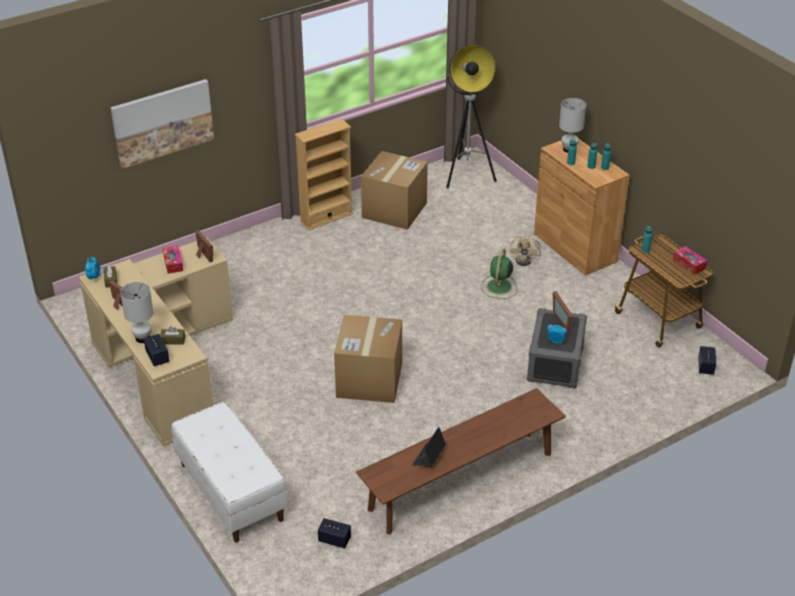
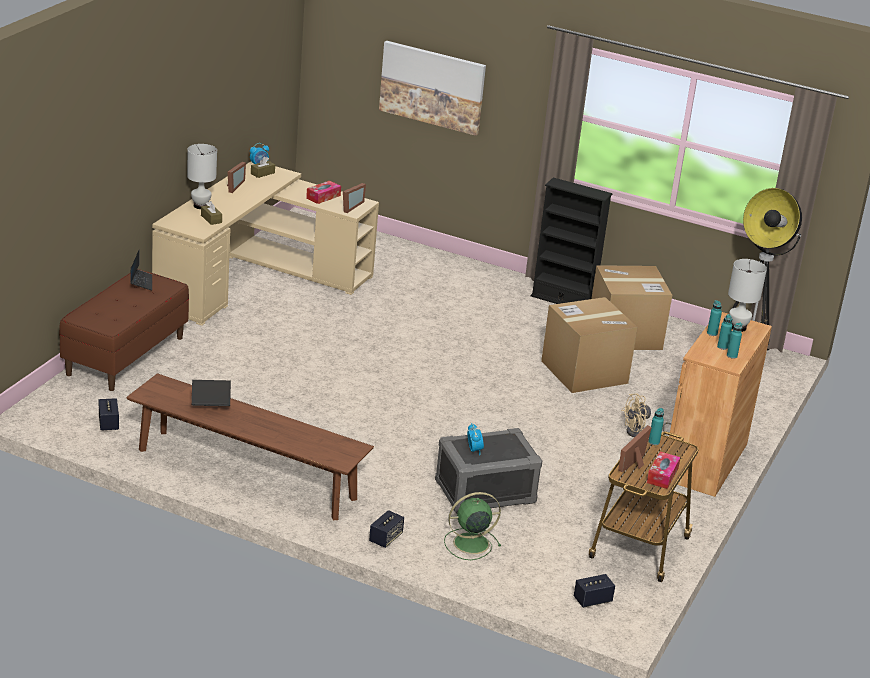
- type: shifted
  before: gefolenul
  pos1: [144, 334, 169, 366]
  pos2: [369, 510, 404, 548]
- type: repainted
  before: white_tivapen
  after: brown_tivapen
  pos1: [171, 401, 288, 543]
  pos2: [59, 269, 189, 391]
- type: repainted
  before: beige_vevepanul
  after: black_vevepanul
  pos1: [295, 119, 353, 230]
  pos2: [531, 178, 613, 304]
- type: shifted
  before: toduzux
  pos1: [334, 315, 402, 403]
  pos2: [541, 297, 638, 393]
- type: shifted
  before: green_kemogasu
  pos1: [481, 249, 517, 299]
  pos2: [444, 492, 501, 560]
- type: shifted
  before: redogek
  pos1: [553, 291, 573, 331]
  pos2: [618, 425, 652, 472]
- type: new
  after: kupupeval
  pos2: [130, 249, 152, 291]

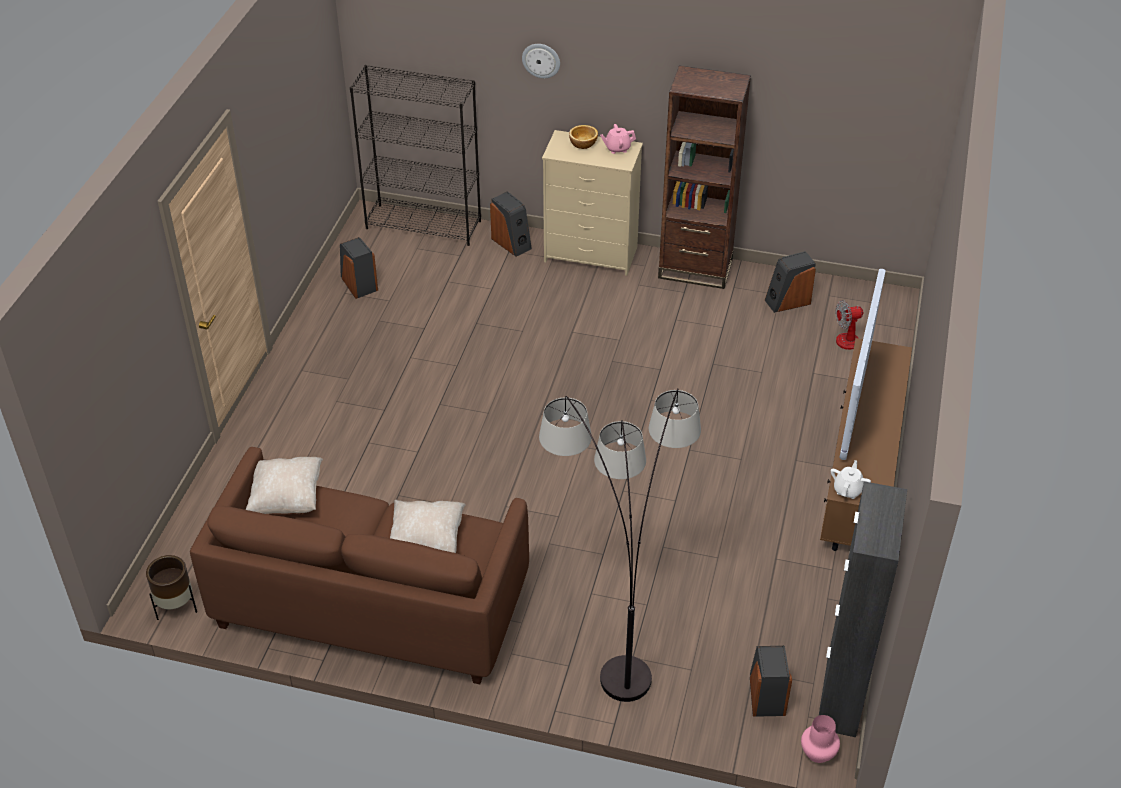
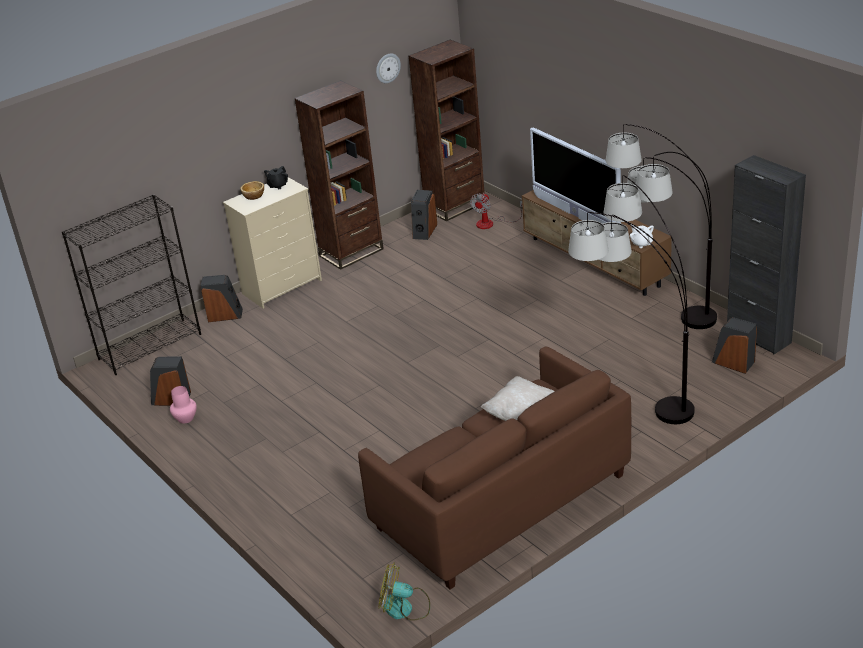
- type: swapped
  before: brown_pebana
  after: kemogasu
  pos1: [146, 555, 197, 620]
  pos2: [379, 563, 430, 621]
- type: gone
  before: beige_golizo
  pos1: [246, 457, 323, 514]
- type: shifted
  before: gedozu
  pos1: [522, 44, 560, 78]
  pos2: [376, 54, 401, 83]
- type: repainted
  before: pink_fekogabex
  after: black_fekogabex
  pos1: [600, 124, 636, 154]
  pos2: [264, 166, 288, 189]
- type: shifted
  before: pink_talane
  pos1: [801, 715, 840, 763]
  pos2: [170, 386, 197, 424]
- type: new
  after: brown_vevepanul
  pos2: [409, 40, 485, 221]
- type: new
  after: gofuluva
  pos2: [606, 124, 717, 329]

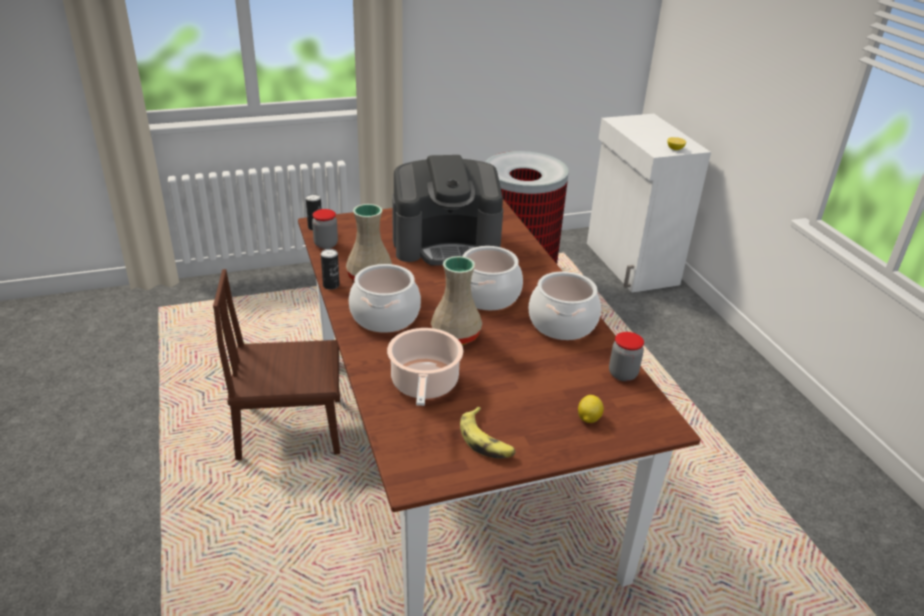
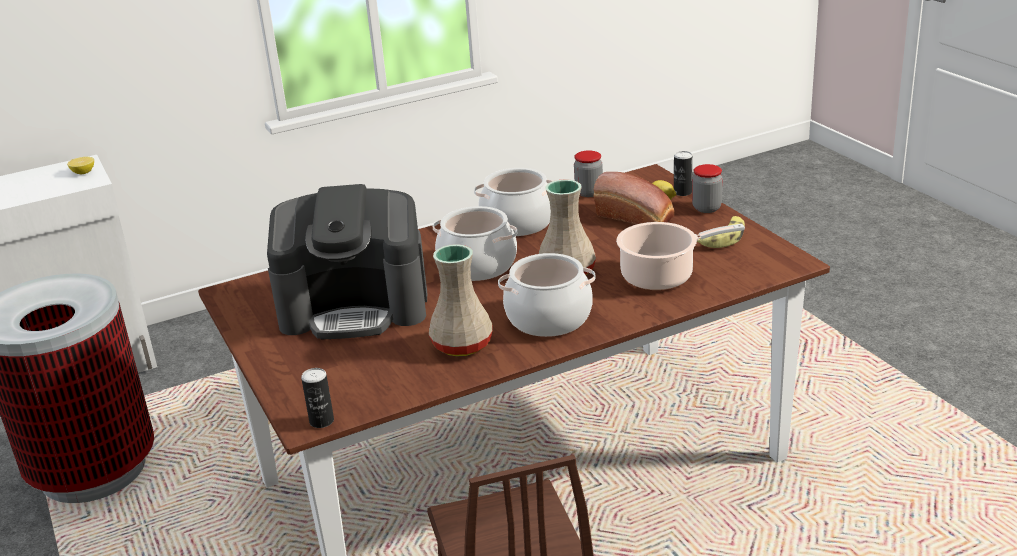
- type: shifted
  before: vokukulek
  pos1: [312, 209, 338, 249]
  pos2: [692, 164, 723, 213]
- type: shifted
  before: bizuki
  pos1: [321, 249, 340, 290]
  pos2: [674, 151, 692, 196]
- type: rotated
  before: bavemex
  pos1: [392, 155, 503, 266]
  pos2: [267, 184, 427, 340]
  turn: 105
- type: new
  after: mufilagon
  pos2: [593, 172, 675, 224]

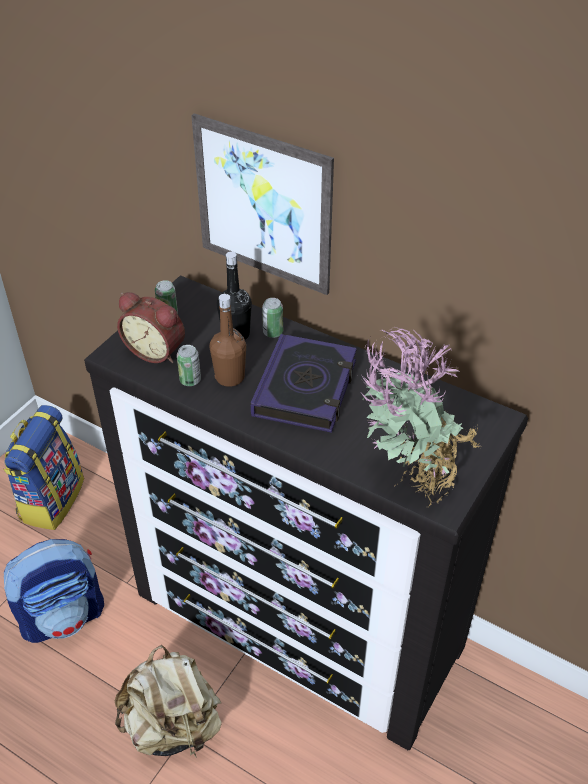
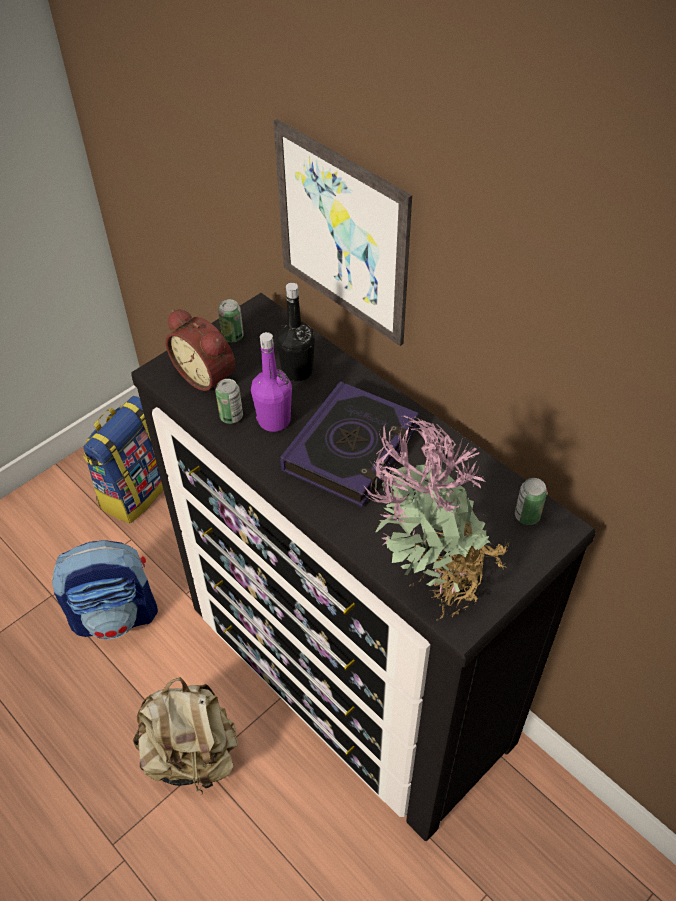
- type: repainted
  before: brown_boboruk
  after: purple_boboruk
  pos1: [210, 294, 246, 387]
  pos2: [251, 332, 292, 432]
- type: shifted
  before: bizuki
  pos1: [262, 298, 283, 338]
  pos2: [515, 478, 547, 525]

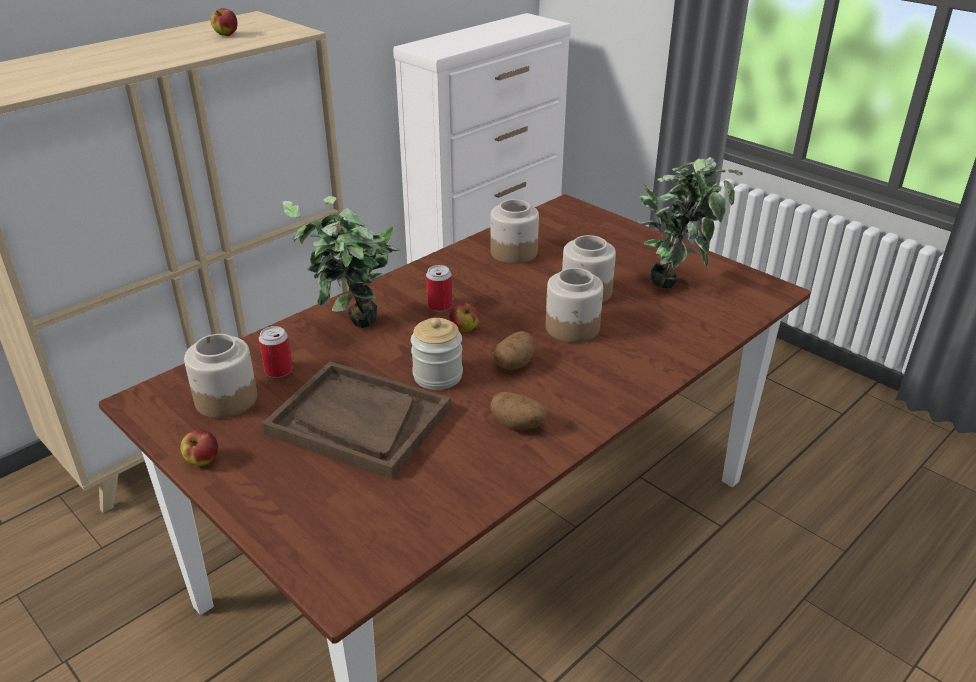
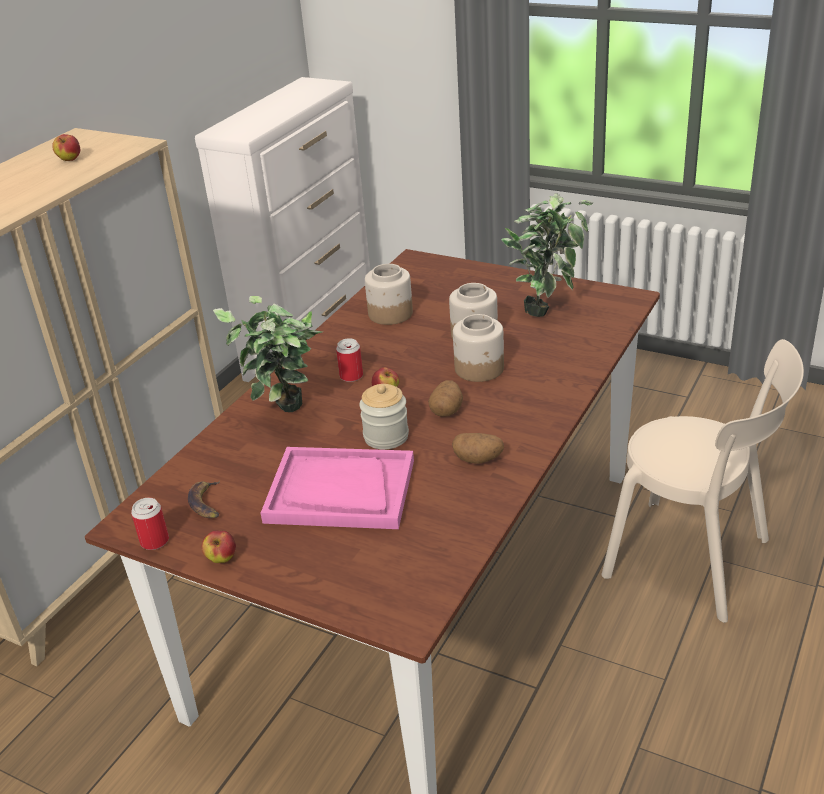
- type: swapped
  before: vokukulek
  after: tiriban
  pos1: [184, 334, 257, 418]
  pos2: [188, 481, 220, 518]
- type: shifted
  before: bizuki
  pos1: [259, 326, 293, 378]
  pos2: [131, 498, 169, 550]
- type: repainted
  before: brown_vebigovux
  after: pink_vebigovux
  pos1: [262, 361, 451, 479]
  pos2: [261, 447, 414, 529]
- type: new
  after: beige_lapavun
  pos2: [602, 339, 804, 623]

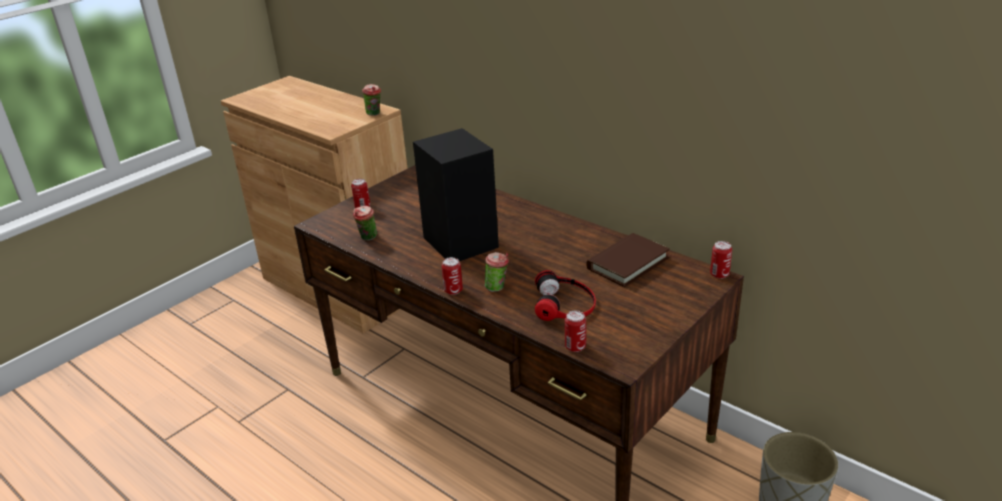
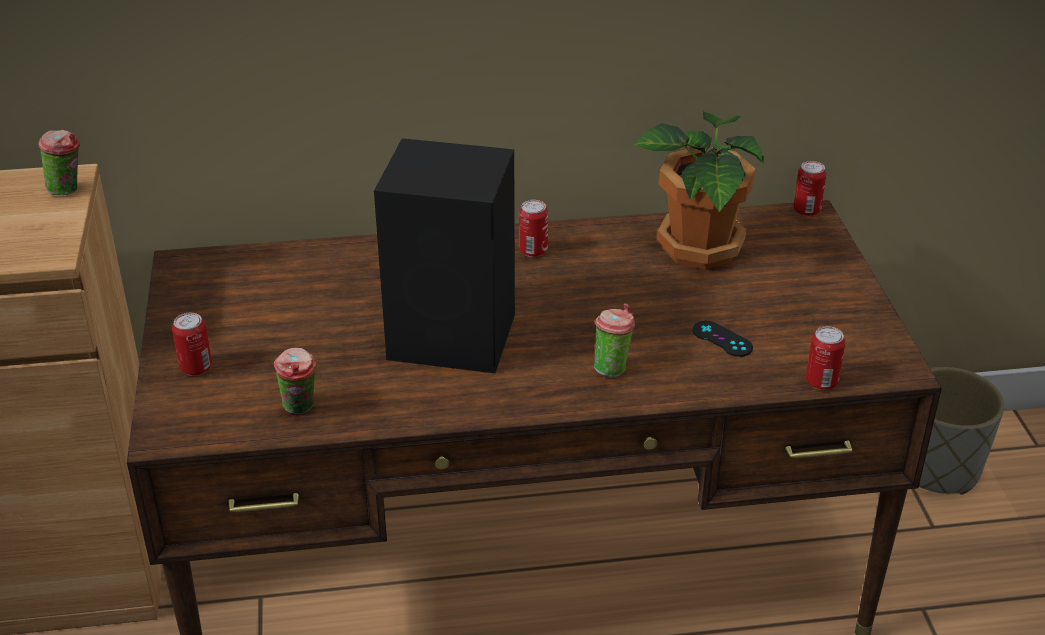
- type: shifted
  before: bizuki
  pos1: [442, 257, 463, 295]
  pos2: [519, 200, 548, 257]
- type: swapped
  before: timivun
  after: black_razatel
  pos1: [535, 270, 596, 321]
  pos2: [693, 321, 753, 357]
- type: swapped
  before: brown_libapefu
  after: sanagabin
  pos1: [586, 233, 670, 287]
  pos2: [634, 112, 764, 270]

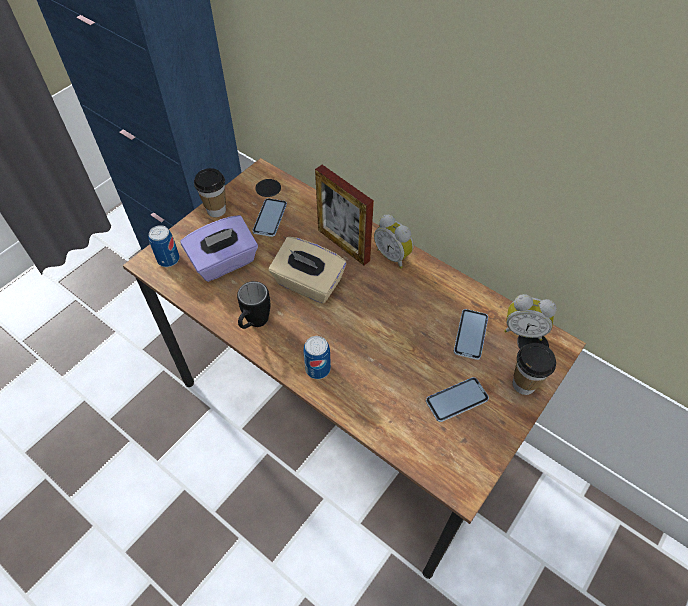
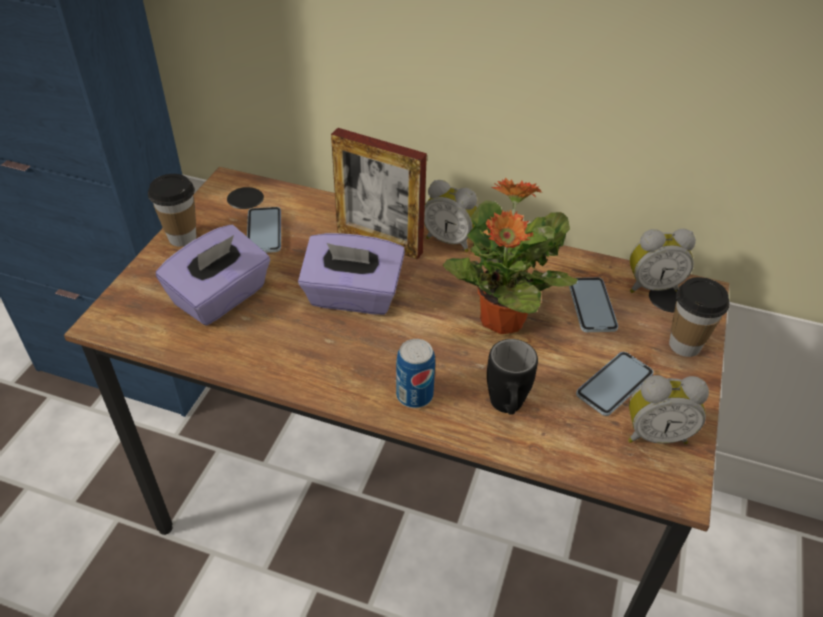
- type: gone
  before: bizuki
  pos1: [148, 225, 180, 267]
- type: shifted
  before: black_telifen
  pos1: [237, 281, 270, 329]
  pos2: [487, 339, 538, 415]
- type: repainted
  before: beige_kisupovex
  after: purple_kisupovex
  pos1: [269, 237, 346, 304]
  pos2: [298, 233, 405, 315]
- type: new
  after: sanagabin
  pos2: [443, 178, 578, 334]
- type: new
  after: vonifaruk
  pos2: [628, 375, 709, 444]

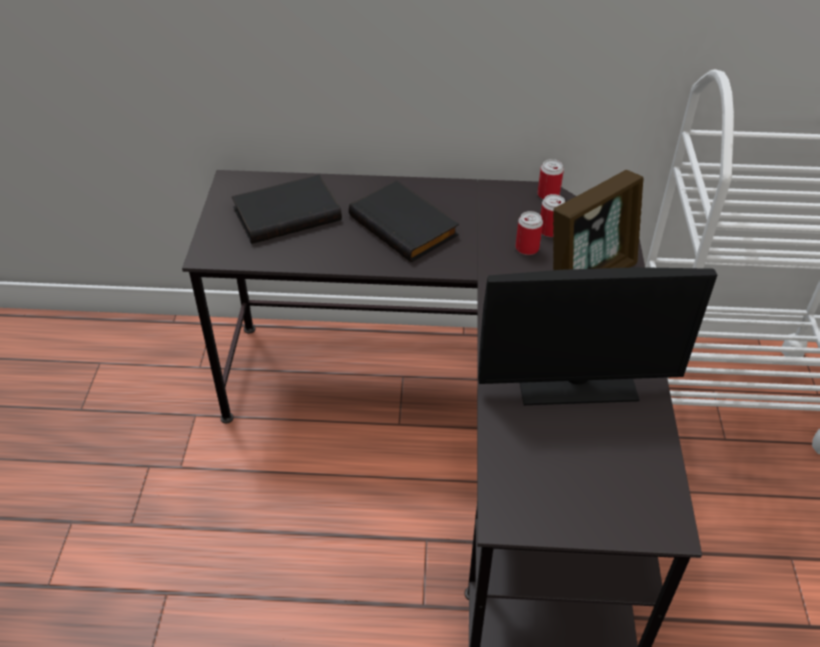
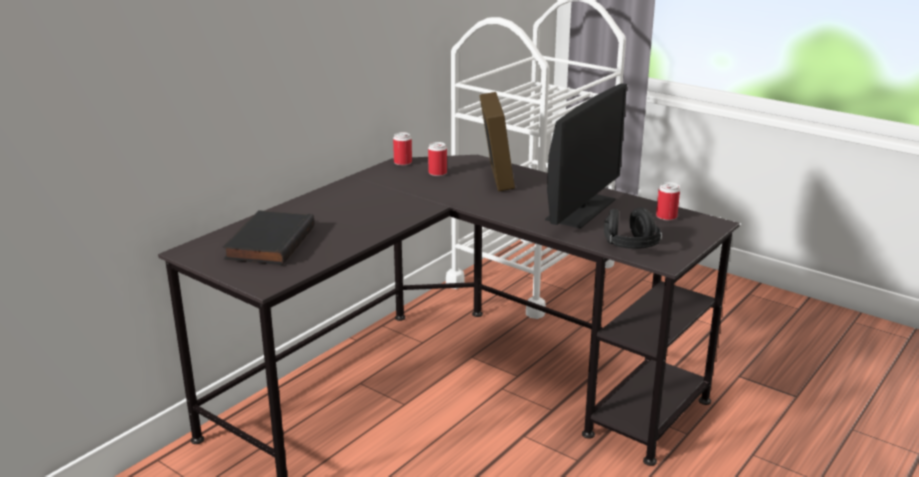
- type: gone
  before: black_libapefu
  pos1: [349, 180, 459, 263]
- type: shifted
  before: bizuki
  pos1: [516, 211, 543, 255]
  pos2: [656, 182, 680, 221]
- type: new
  after: black_timivun
  pos2: [604, 207, 662, 249]

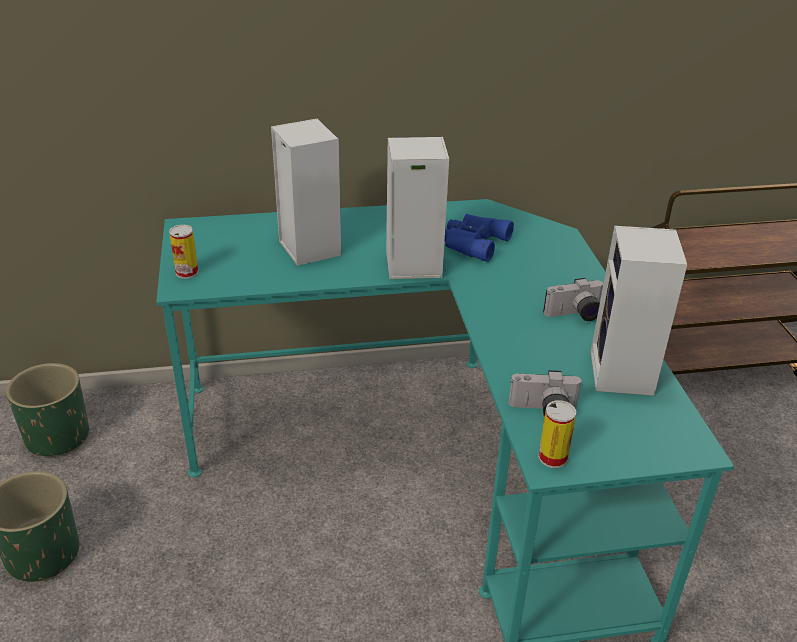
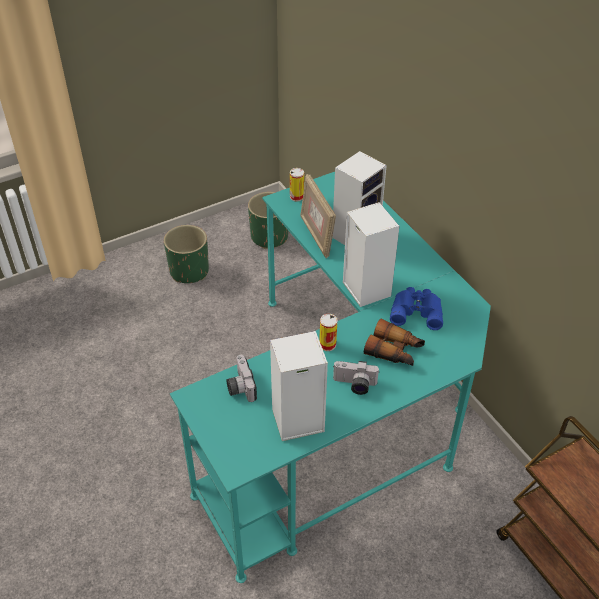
- type: shifted
  before: bizuki
  pos1: [538, 400, 577, 468]
  pos2: [319, 314, 337, 351]
- type: rotated
  before: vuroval
  pos1: [543, 278, 603, 321]
  pos2: [333, 361, 379, 395]
  turn: -45
- type: new
  after: redogek
  pos2: [300, 174, 336, 258]
- type: new
  after: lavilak
  pos2: [364, 319, 425, 366]

